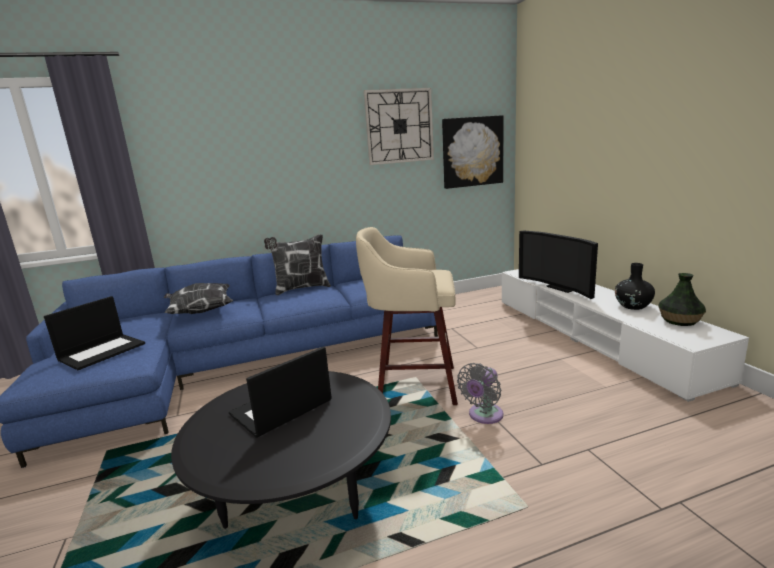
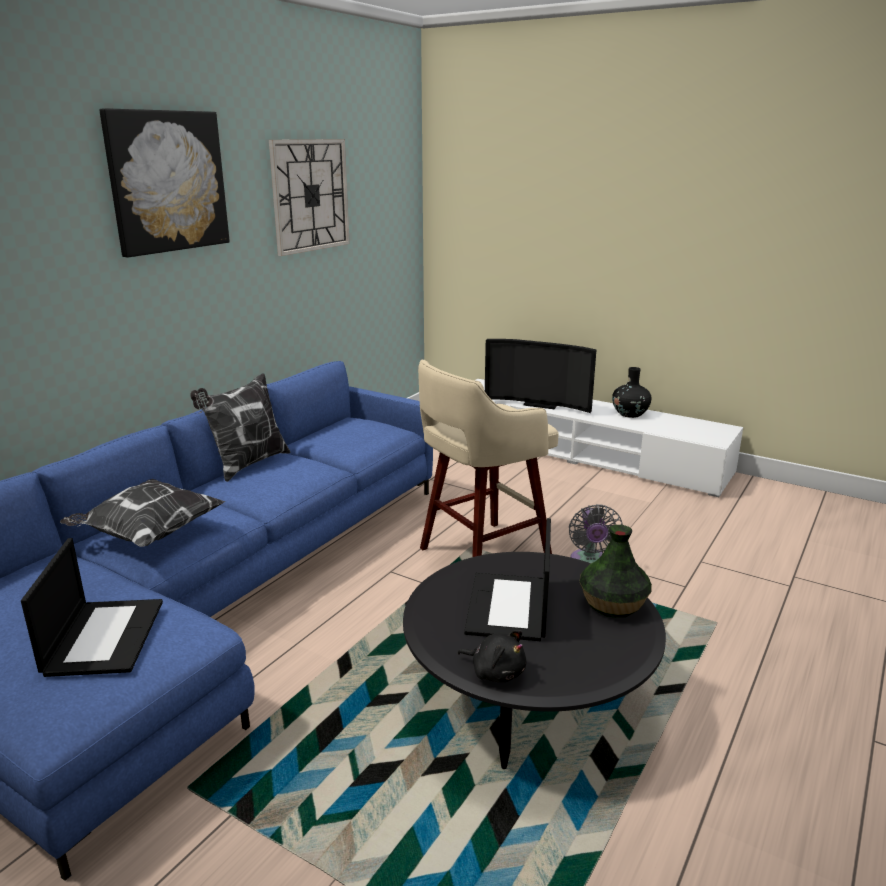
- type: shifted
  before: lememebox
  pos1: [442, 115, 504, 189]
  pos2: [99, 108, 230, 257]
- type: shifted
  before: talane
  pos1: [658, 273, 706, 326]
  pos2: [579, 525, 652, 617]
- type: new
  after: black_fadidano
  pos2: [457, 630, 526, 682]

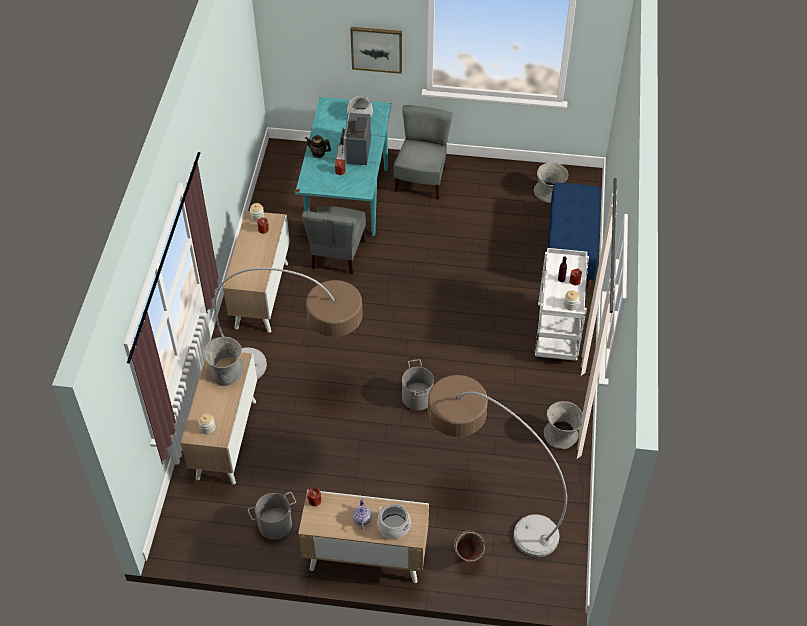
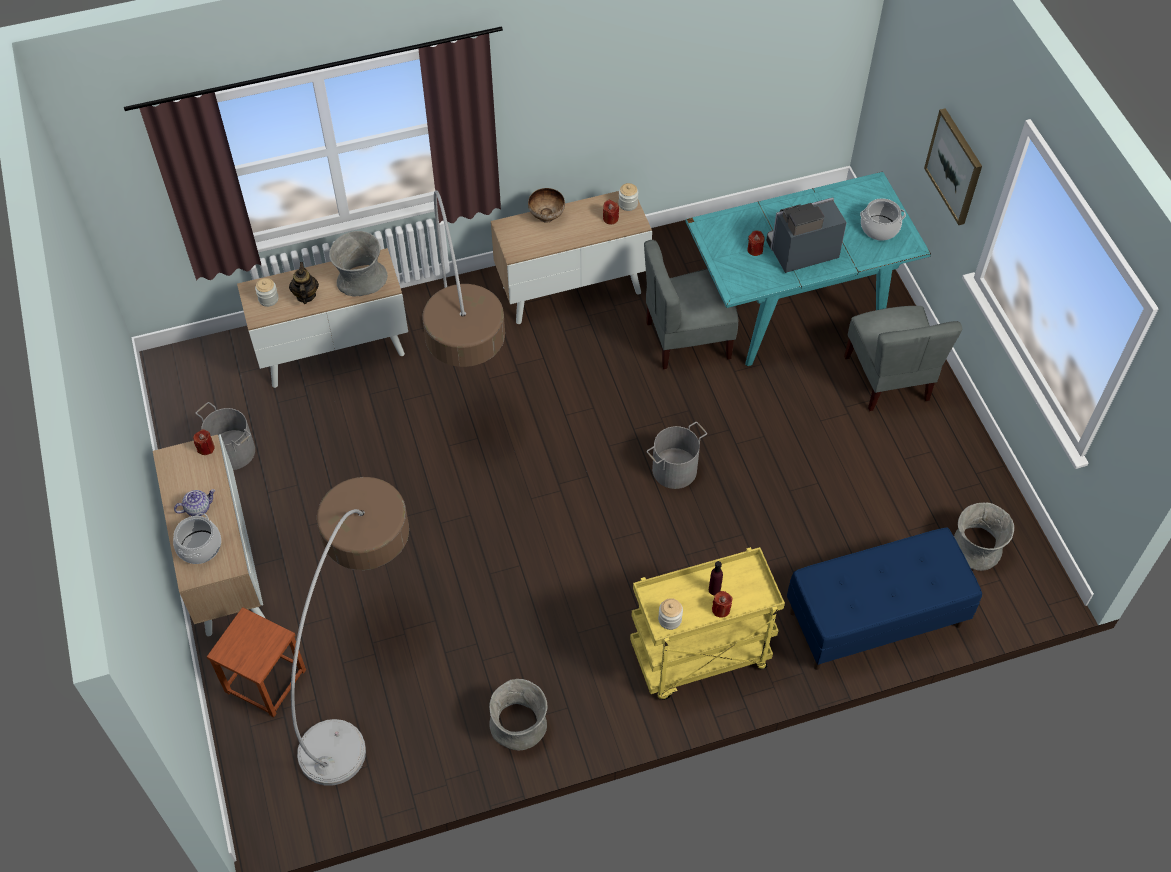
- type: shifted
  before: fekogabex
  pos1: [305, 135, 331, 158]
  pos2: [289, 262, 319, 304]
- type: rotated
  before: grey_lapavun
  pos1: [394, 105, 453, 199]
  pos2: [844, 306, 962, 411]
  turn: 90
- type: shifted
  before: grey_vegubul
  pos1: [402, 359, 434, 411]
  pos2: [647, 422, 707, 489]
- type: swapped
  before: green_vegubul
  after: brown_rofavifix
  pos1: [454, 531, 485, 562]
  pos2: [207, 607, 306, 717]
- type: repainted
  before: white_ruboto
  after: yellow_ruboto
  pos1: [535, 248, 589, 361]
  pos2: [630, 547, 785, 700]
- type: new
  after: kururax
  pos2: [528, 188, 565, 223]

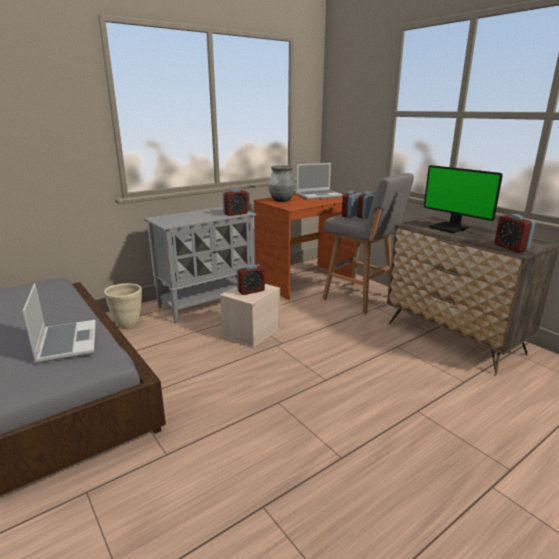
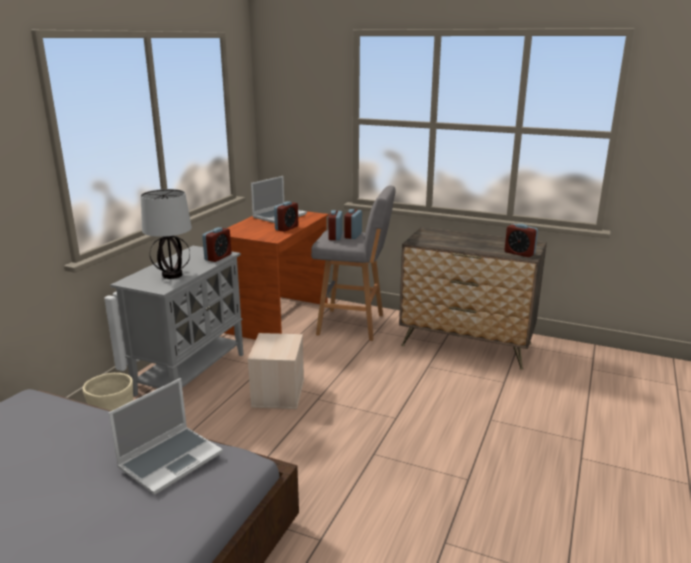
- type: rotated
  before: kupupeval
  pos1: [22, 283, 96, 363]
  pos2: [109, 378, 223, 495]
  turn: 90
- type: shifted
  before: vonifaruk
  pos1: [237, 264, 265, 295]
  pos2: [274, 201, 298, 232]
- type: gone
  before: grey_talane
  pos1: [268, 165, 295, 202]
- type: gone
  before: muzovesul
  pos1: [424, 165, 503, 233]
- type: new
  after: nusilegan
  pos2: [141, 189, 192, 279]

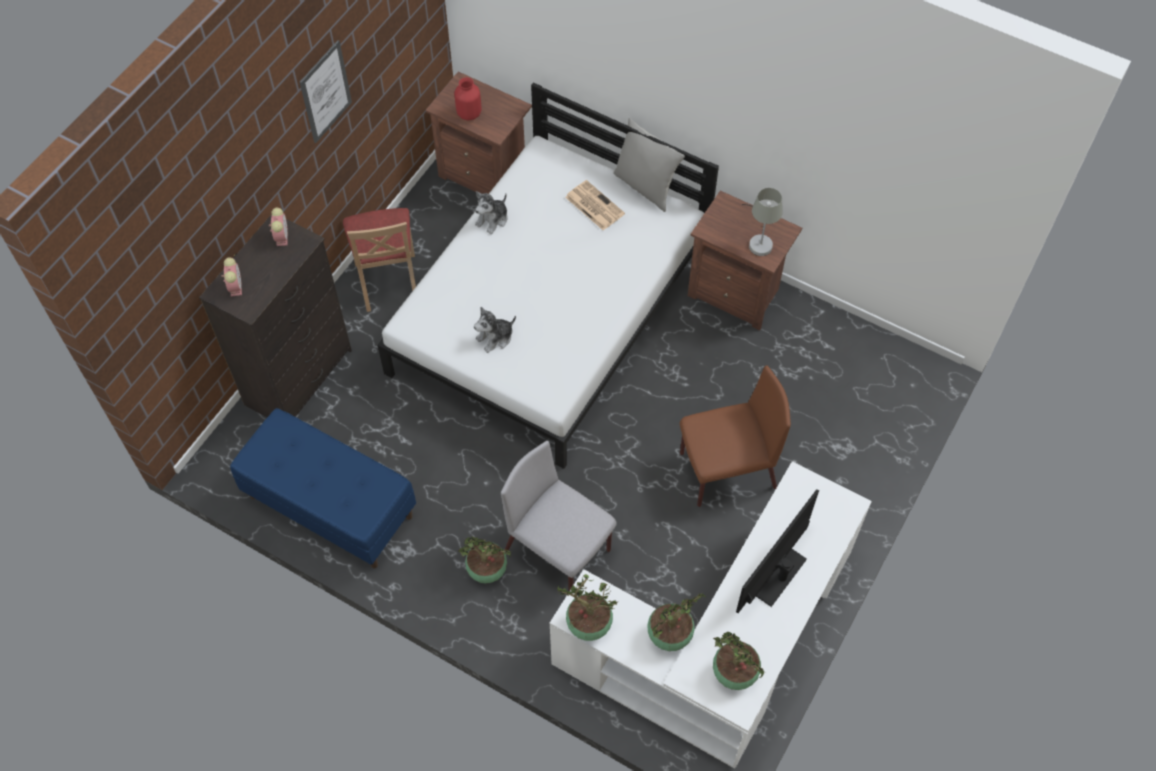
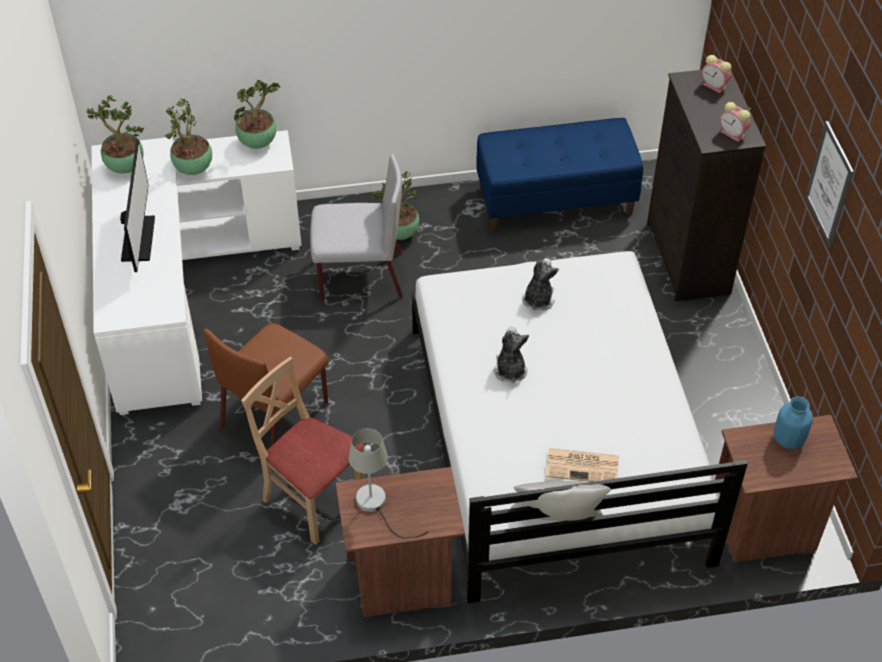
- type: shifted
  before: beige_lapavun
  pos1: [343, 208, 416, 312]
  pos2: [241, 357, 364, 545]
- type: repainted
  before: red_talane
  after: blue_talane
  pos1: [454, 77, 482, 120]
  pos2: [774, 396, 813, 449]
- type: shifted
  before: fadidano
  pos1: [475, 191, 508, 234]
  pos2: [494, 327, 529, 383]

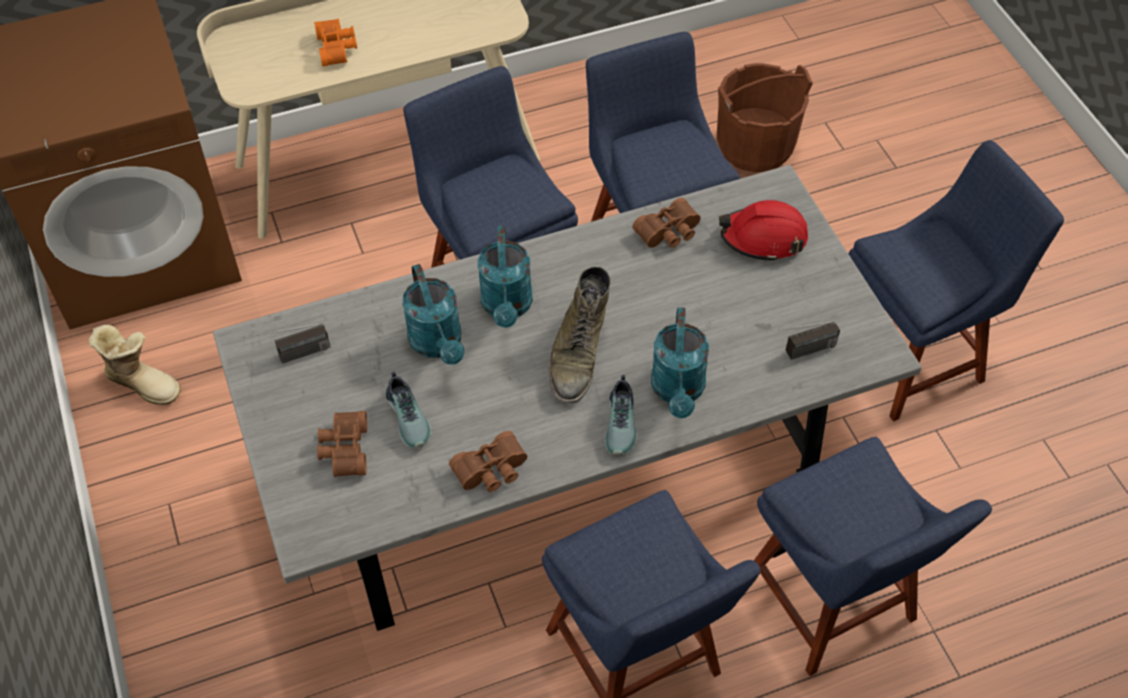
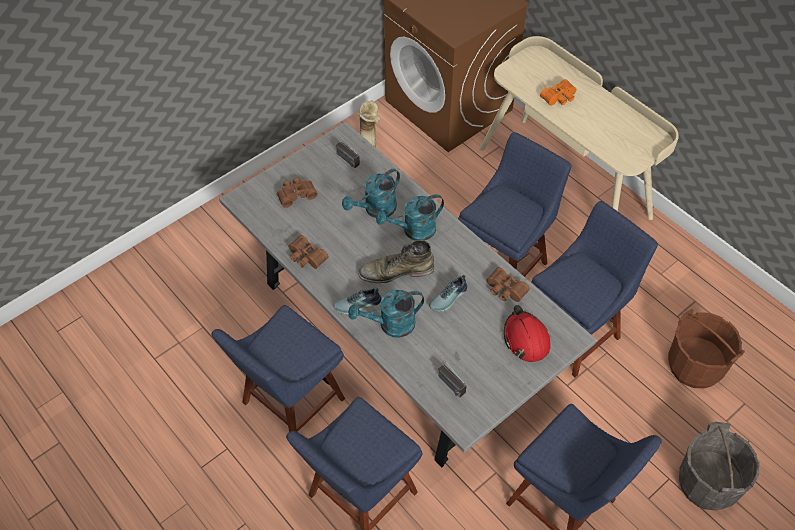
- type: shifted
  before: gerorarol
  pos1: [386, 371, 431, 449]
  pos2: [429, 274, 467, 312]
- type: new
  after: grey_vegubul
  pos2: [679, 422, 759, 511]

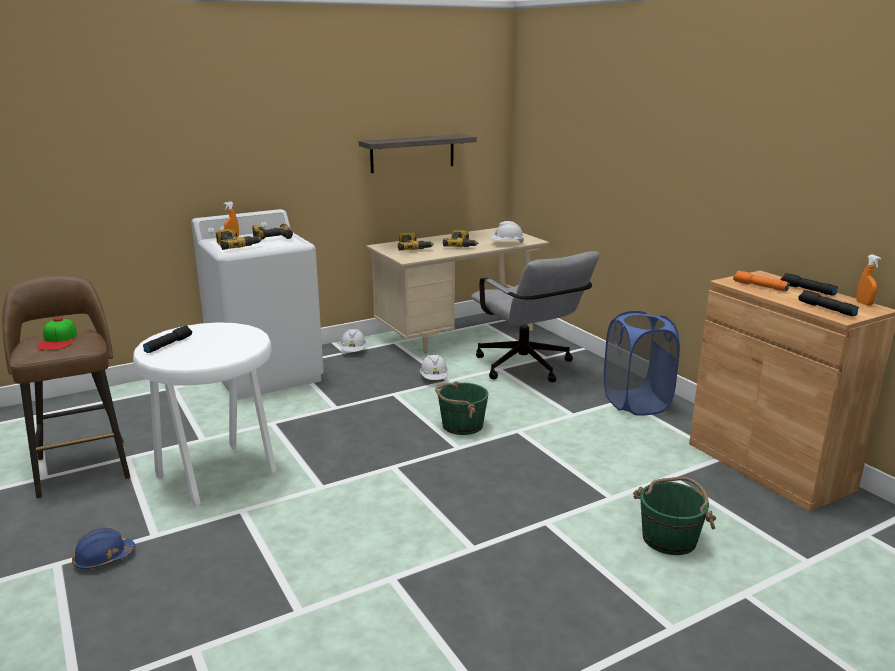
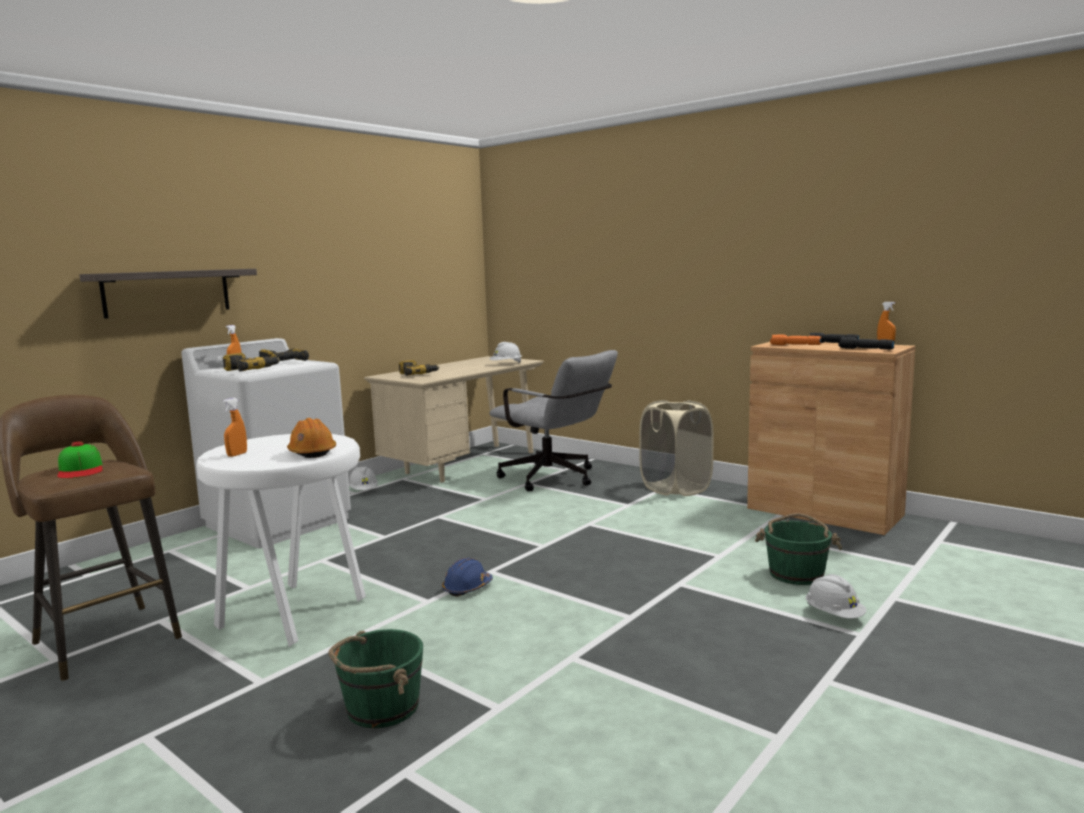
- type: shifted
  before: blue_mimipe
  pos1: [72, 528, 136, 569]
  pos2: [442, 558, 493, 597]
- type: swapped
  before: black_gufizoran
  after: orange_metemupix
  pos1: [143, 326, 192, 353]
  pos2: [223, 398, 247, 457]
- type: shifted
  before: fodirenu
  pos1: [359, 134, 477, 173]
  pos2: [79, 269, 257, 319]
- type: shifted
  before: white_mimipe
  pos1: [420, 354, 448, 380]
  pos2: [806, 574, 866, 619]
- type: shifted
  before: green_vegubul
  pos1: [435, 381, 488, 435]
  pos2: [328, 629, 423, 728]
- type: gone
  before: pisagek
  pos1: [443, 230, 479, 247]
- type: repainted
  before: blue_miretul
  after: beige_miretul
  pos1: [604, 311, 680, 416]
  pos2: [639, 400, 714, 496]
- type: new
  after: orange_mimipe
  pos2: [287, 418, 336, 458]

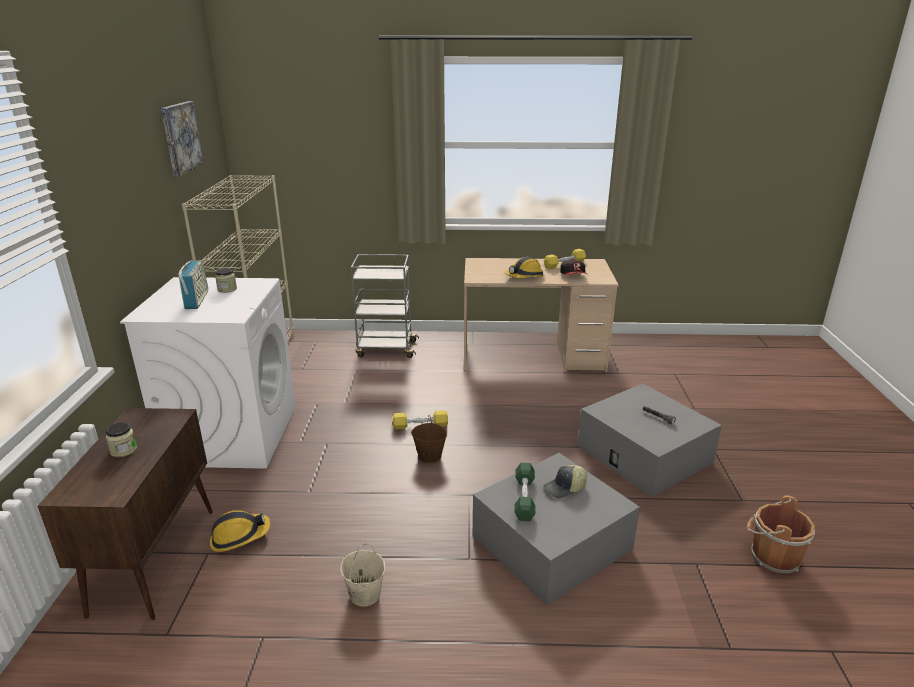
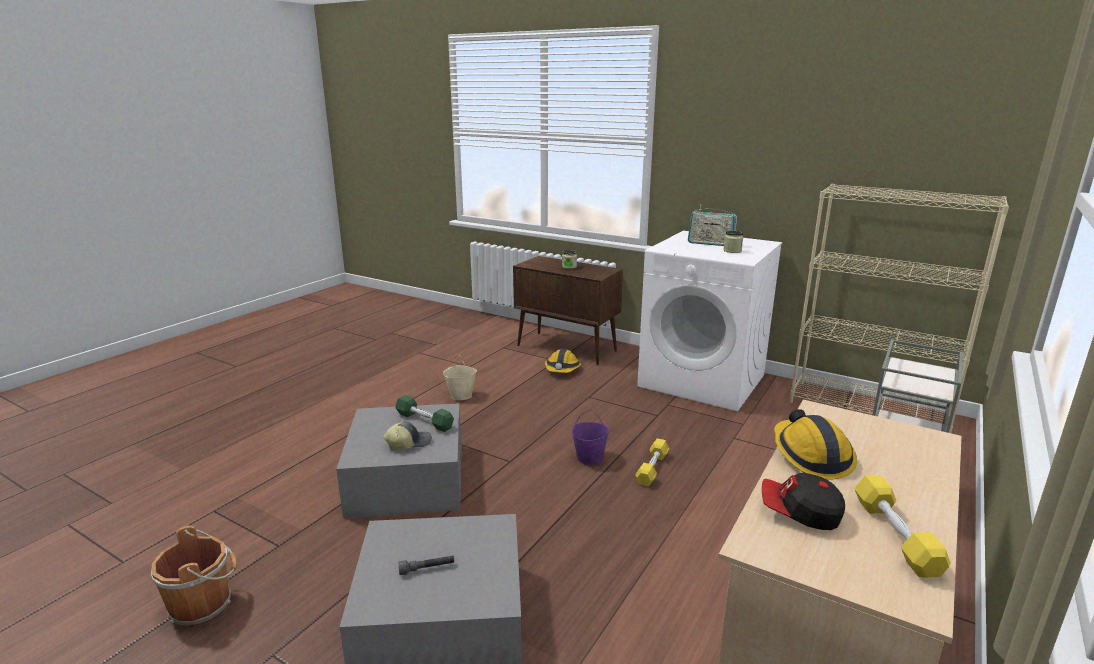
- type: gone
  before: lememebox
  pos1: [161, 101, 204, 176]
- type: repainted
  before: brown_vegubul
  after: purple_vegubul
  pos1: [411, 415, 447, 463]
  pos2: [571, 410, 609, 465]
- type: rotated
  before: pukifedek
  pos1: [544, 465, 587, 498]
  pos2: [383, 421, 432, 450]
  turn: 60

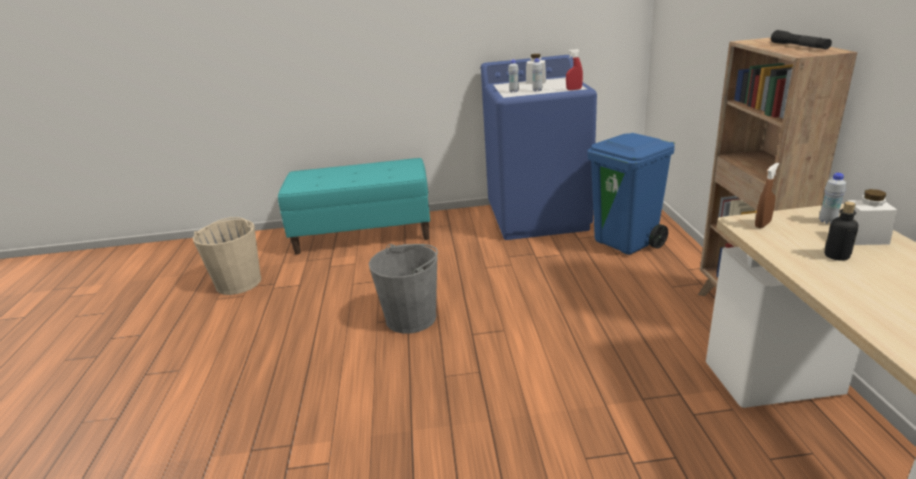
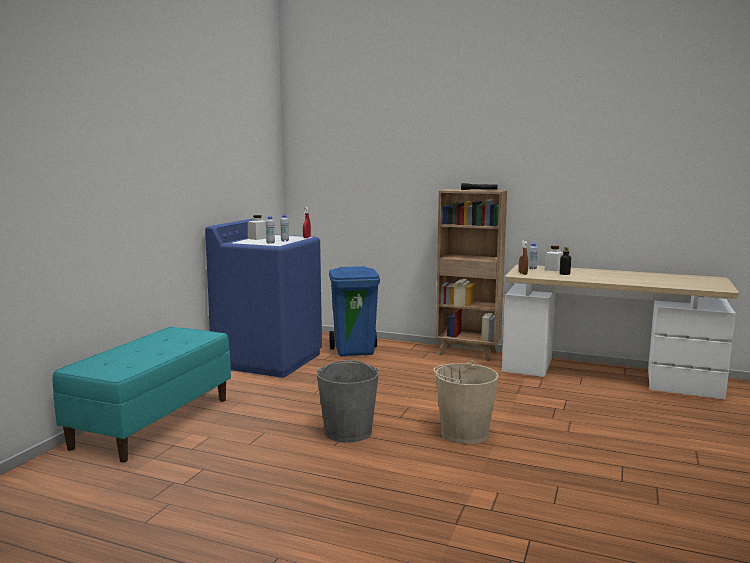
- type: shifted
  before: beige_vegubul
  pos1: [193, 217, 261, 295]
  pos2: [433, 361, 499, 444]

